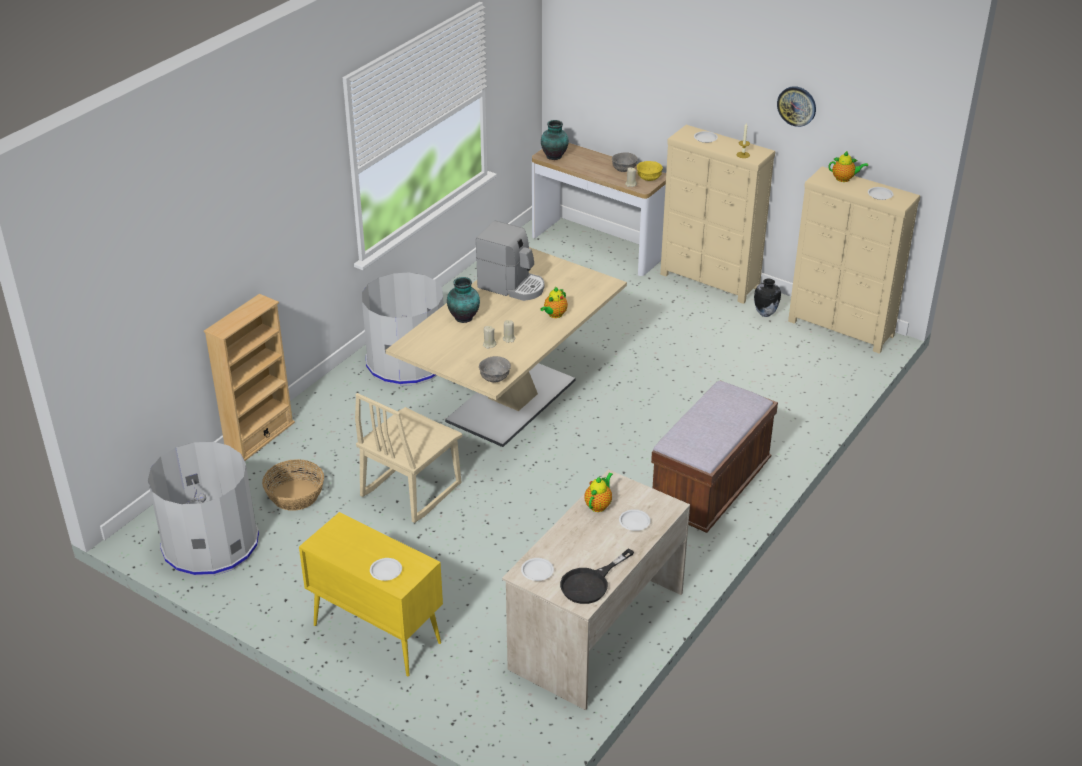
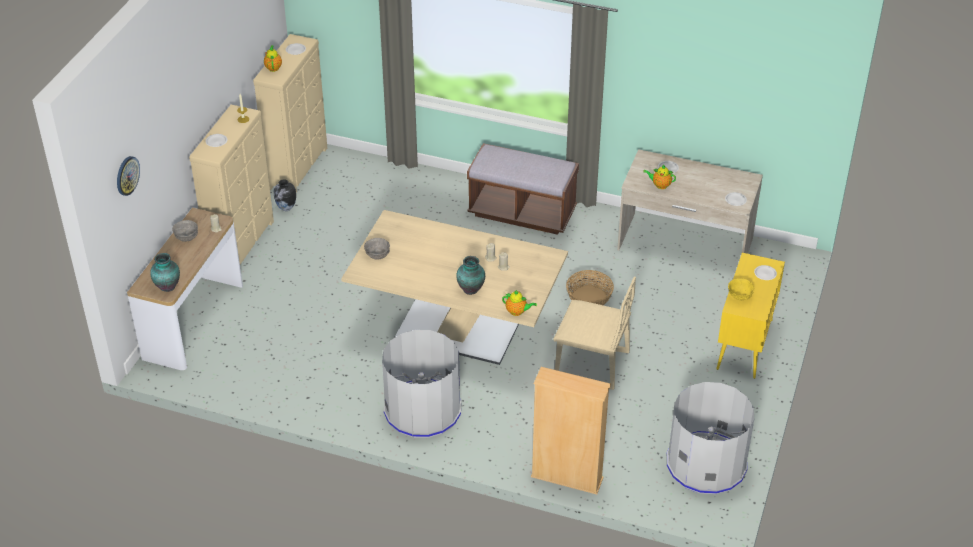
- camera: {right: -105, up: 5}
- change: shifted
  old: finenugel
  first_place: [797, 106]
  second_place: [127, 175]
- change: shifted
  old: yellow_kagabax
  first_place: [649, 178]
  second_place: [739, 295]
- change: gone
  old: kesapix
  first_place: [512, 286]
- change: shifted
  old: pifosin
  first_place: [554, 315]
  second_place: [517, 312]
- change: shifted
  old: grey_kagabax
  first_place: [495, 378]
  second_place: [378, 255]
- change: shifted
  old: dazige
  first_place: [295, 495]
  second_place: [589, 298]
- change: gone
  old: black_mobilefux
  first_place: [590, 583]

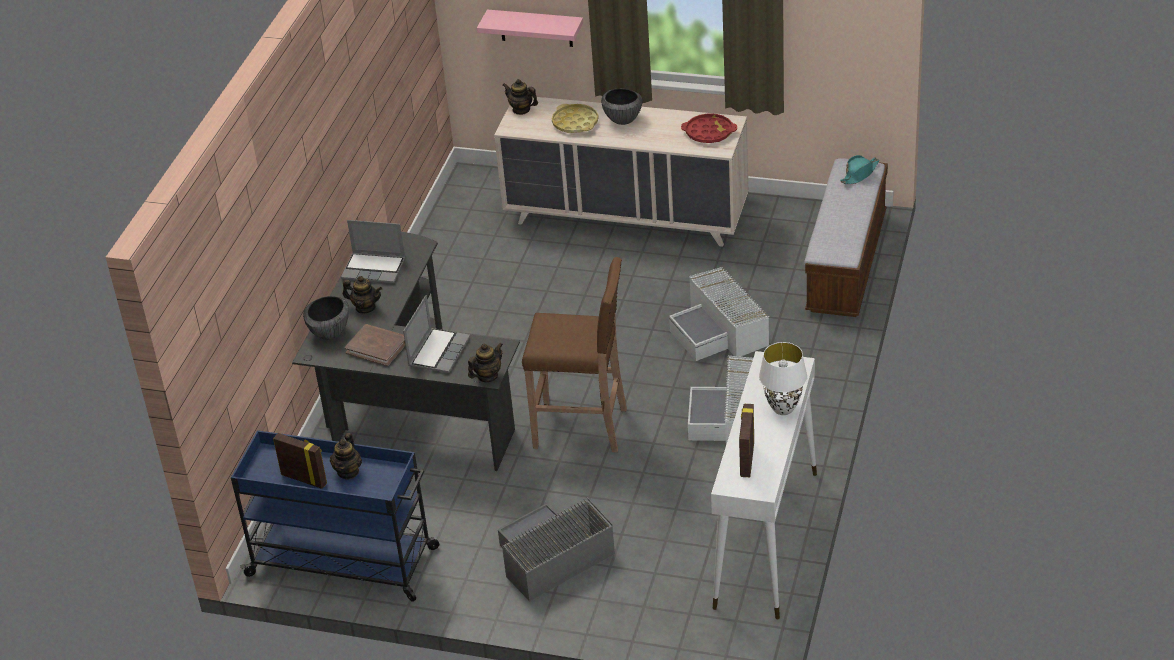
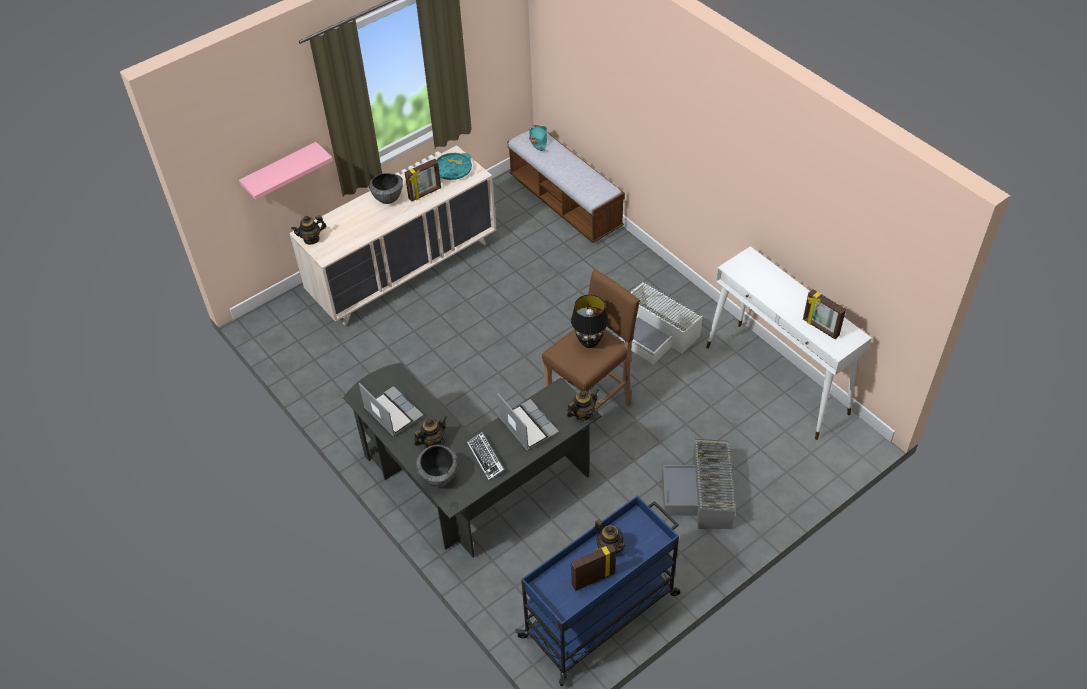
- camera: {right: -55, up: 10}
- change: gone
  old: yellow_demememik
  first_place: [575, 123]
- change: repainted
  old: red_demememik
  new: turquoise_demememik
  first_place: [709, 132]
  second_place: [452, 169]
- change: rotated
  old: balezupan
  first_place: [375, 268]
  second_place: [392, 412]
  degrees: -90
- change: gone
  old: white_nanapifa
  first_place: [720, 331]
- change: swapped
  old: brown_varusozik
  new: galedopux
  first_place: [377, 347]
  second_place: [486, 458]
- change: gone
  old: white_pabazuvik
  first_place: [783, 409]
- change: rotated
  old: pifosin
  first_place: [487, 376]
  second_place: [582, 413]
  degrees: 60
- change: new
  new: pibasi
  second_place: [425, 193]
- change: new
  new: black_pabazuvik
  second_place: [589, 342]

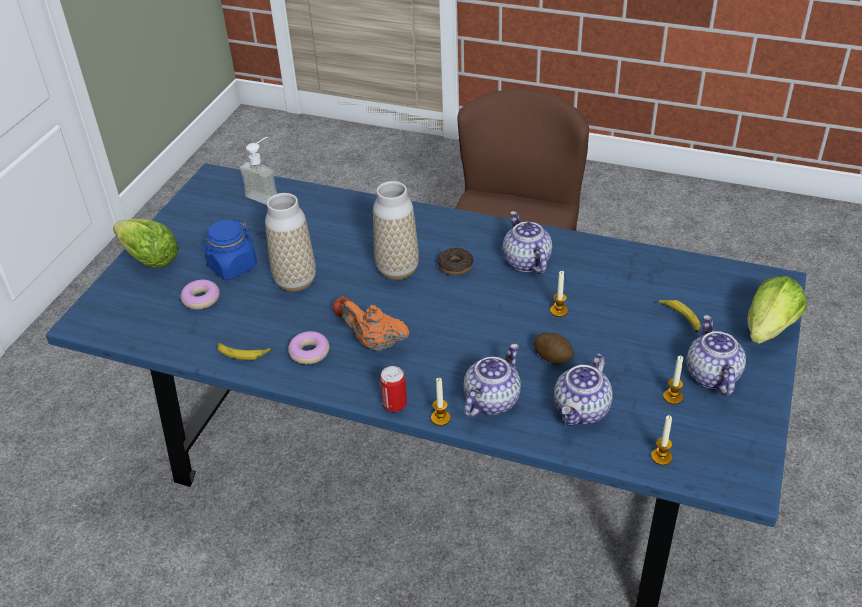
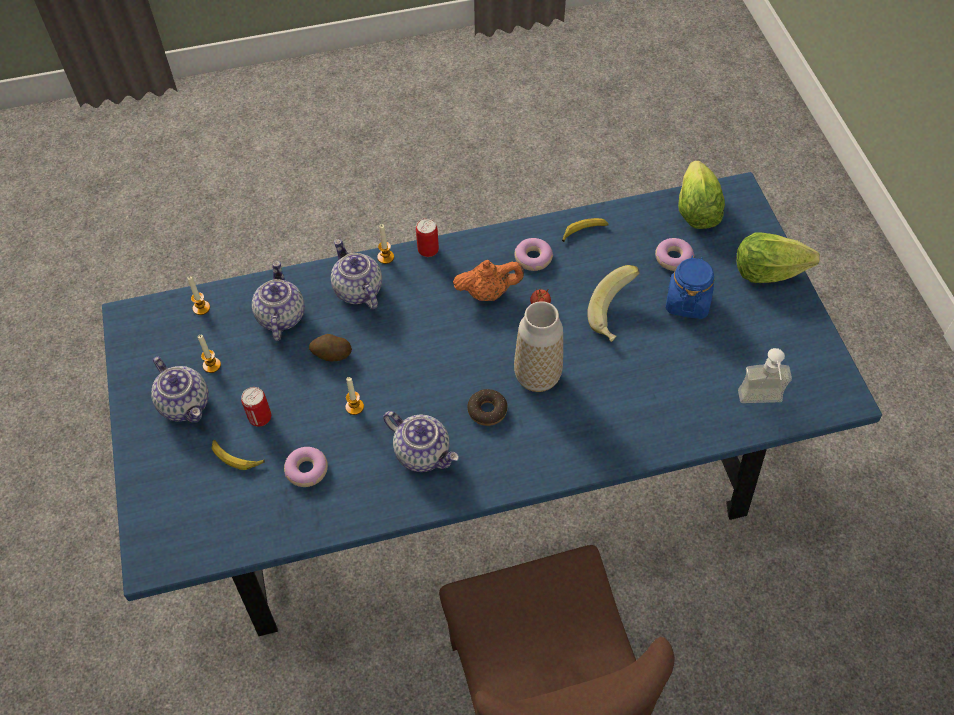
- camera: {right: 145, up: 15}
- change: swapped
  old: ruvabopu
  new: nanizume
  first_place: [295, 281]
  second_place: [615, 316]
- change: shifted
  old: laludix
  first_place: [770, 328]
  second_place: [696, 211]
- change: rotated
  old: pifosin
  first_place: [491, 400]
  second_place: [357, 290]
  degrees: 150
- change: new
  new: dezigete
  second_place: [260, 418]
- change: new
  new: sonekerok
  second_place: [307, 470]

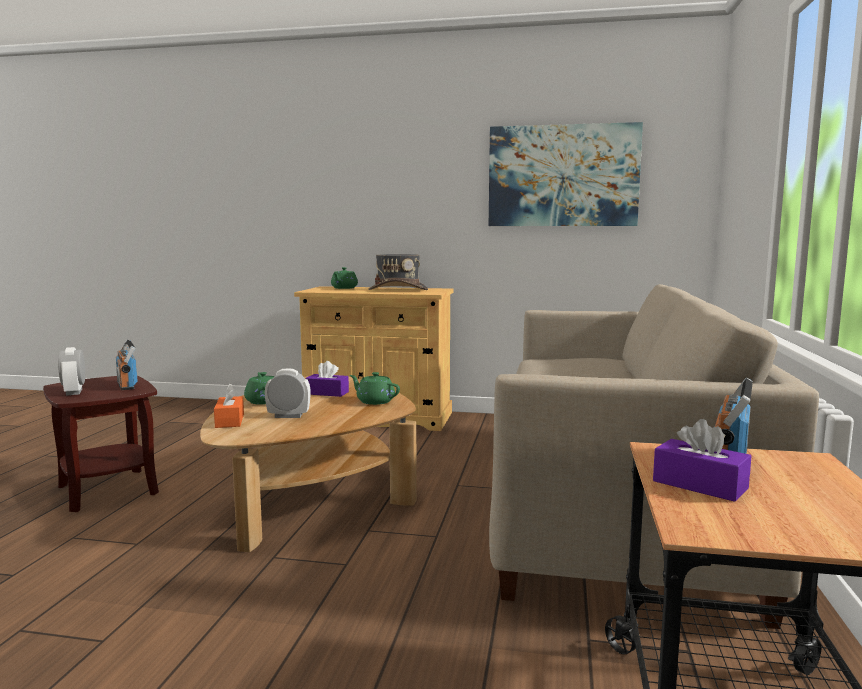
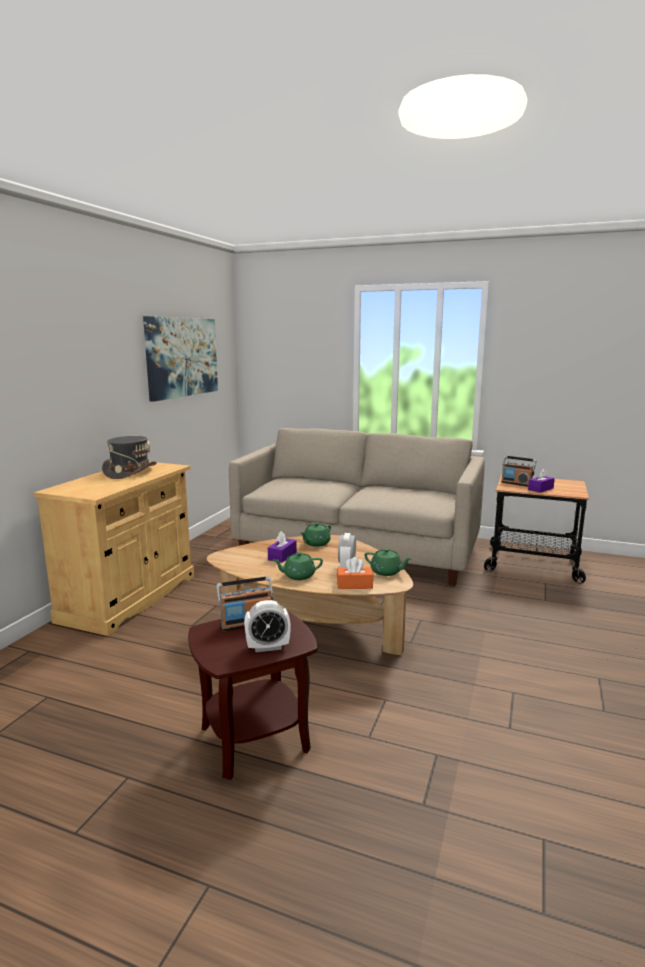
- camera: {right: -80, up: 5}
- change: shifted
  old: green_pifosin
  first_place: [344, 288]
  second_place: [386, 572]

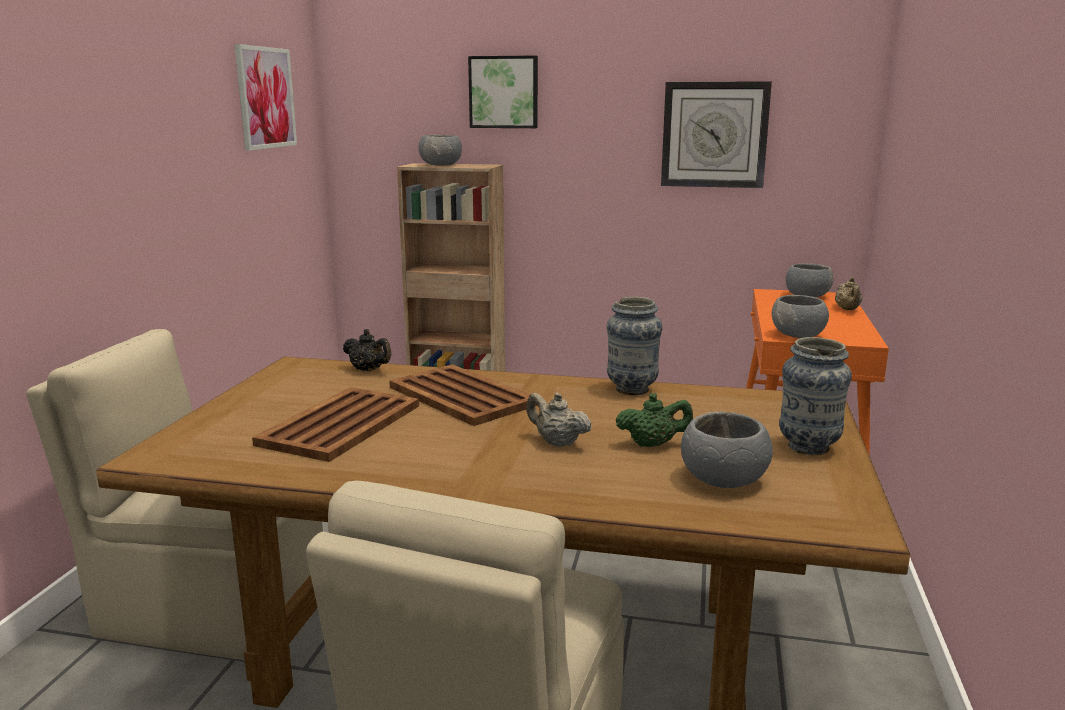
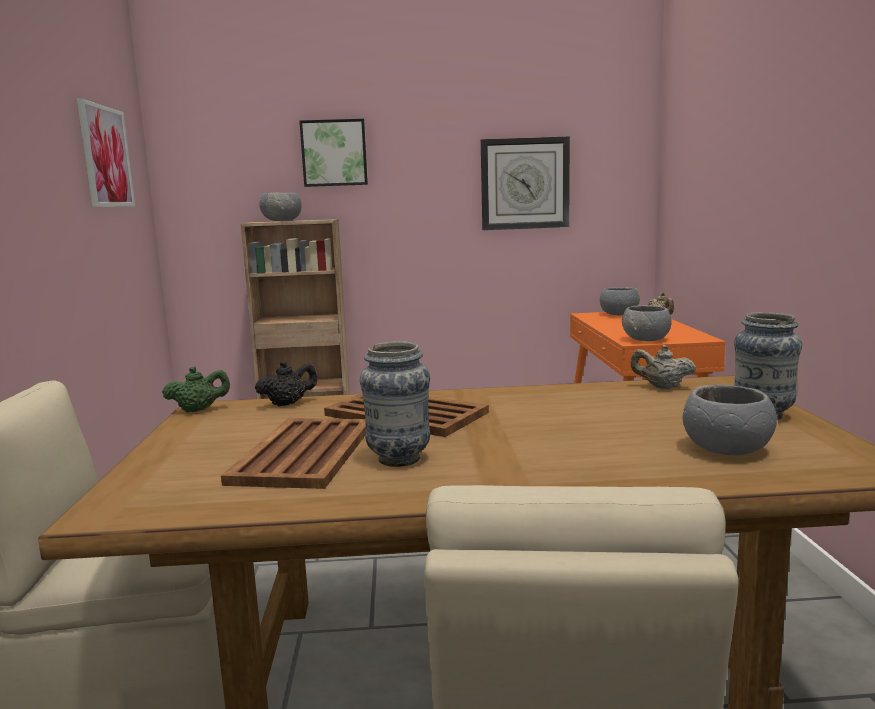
- camera: {right: -15, up: -5}
- change: shifted
  old: ruvabopu
  first_place: [631, 389]
  second_place: [398, 459]
- change: rotated
  old: black_pifosin
  first_place: [369, 370]
  second_place: [288, 404]
  degrees: -45
- change: shifted
  old: beige_pifosin
  first_place: [557, 442]
  second_place: [661, 387]
- change: shifted
  old: green_pifosin
  first_place: [653, 444]
  second_place: [199, 410]

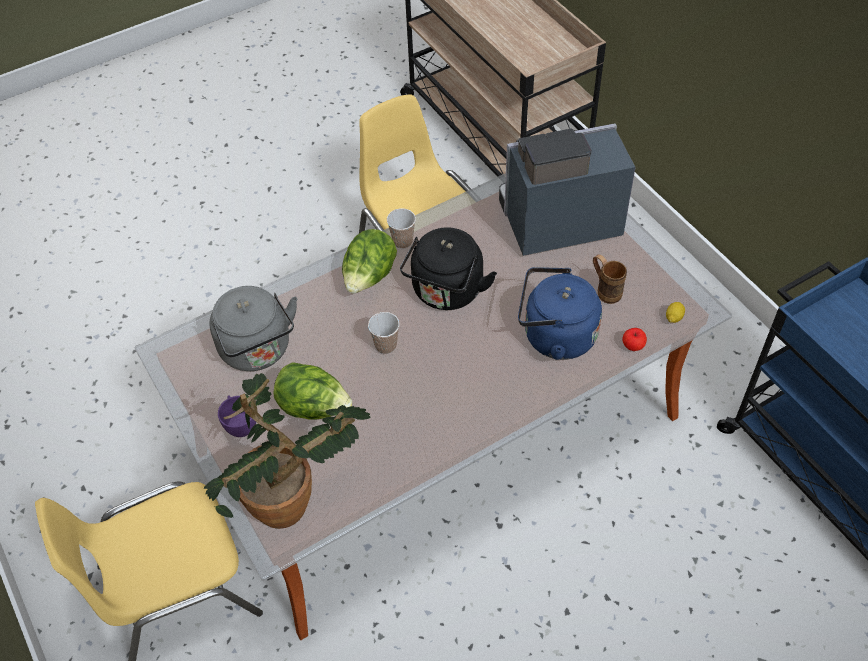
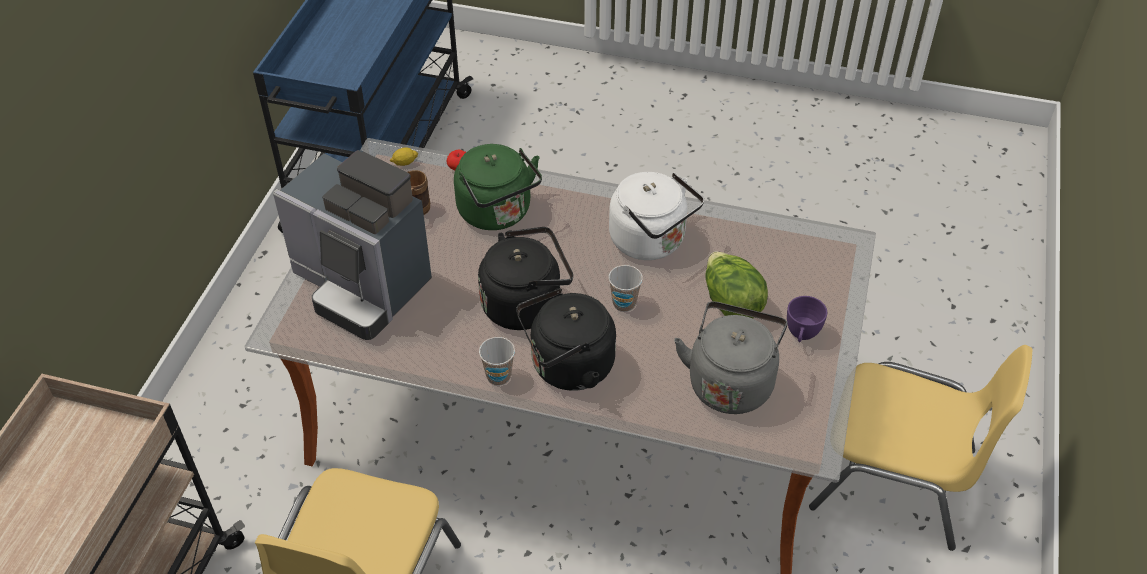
- camera: {right: -135, up: -5}
- change: swapped
  old: laludix
  new: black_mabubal
  first_place: [369, 278]
  second_place: [567, 367]
- change: repainted
  old: blue_mabubal
  new: green_mabubal
  first_place: [554, 336]
  second_place: [498, 213]
- change: gone
  old: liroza
  first_place: [295, 503]
- change: new
  new: white_mabubal
  second_place: [651, 242]

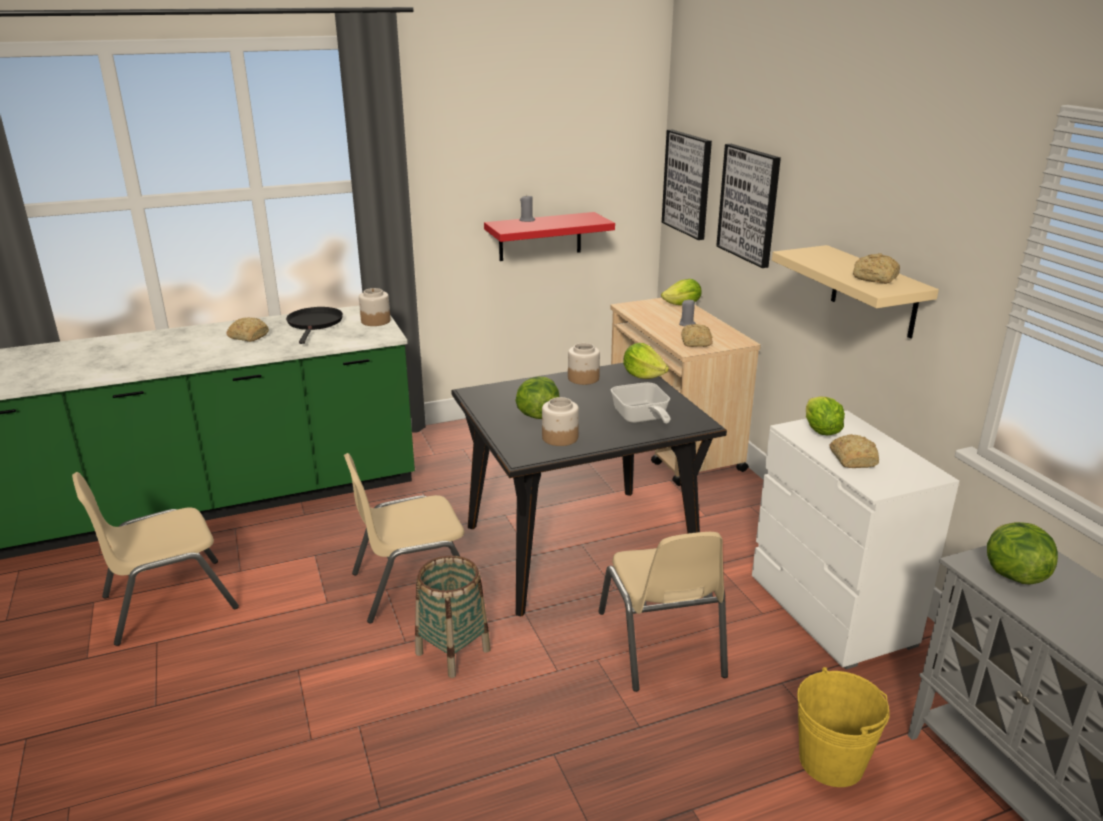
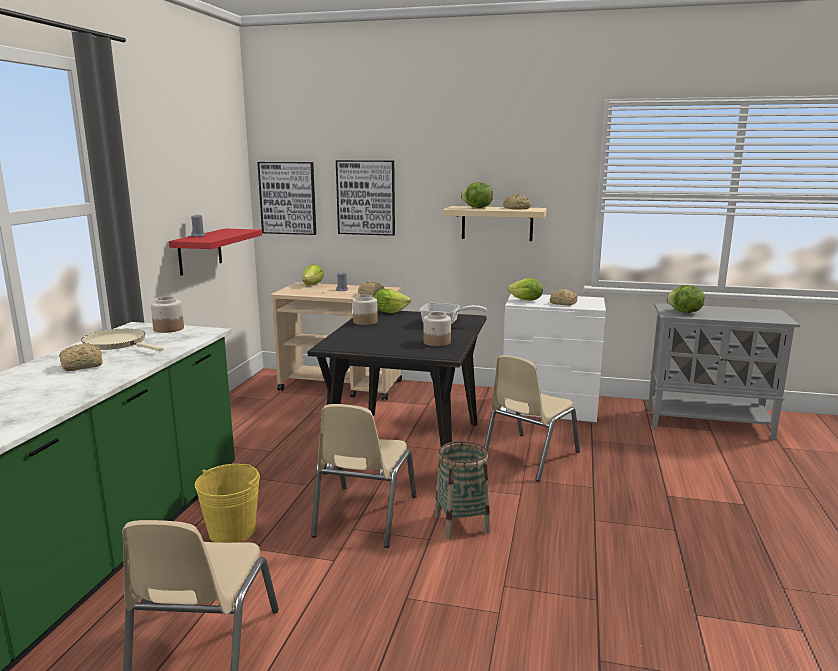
- camera: {right: -55, up: -10}
- change: repainted
  old: black_mobilefux
  new: beige_mobilefux
  first_place: [315, 324]
  second_place: [118, 344]
- change: shifted
  old: laludix
  first_place: [537, 415]
  second_place: [477, 208]
- change: rotated
  old: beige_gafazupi
  first_place: [661, 644]
  second_place: [529, 457]
  degrees: 105
- change: shifted
  old: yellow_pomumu
  first_place: [831, 761]
  second_place: [232, 531]

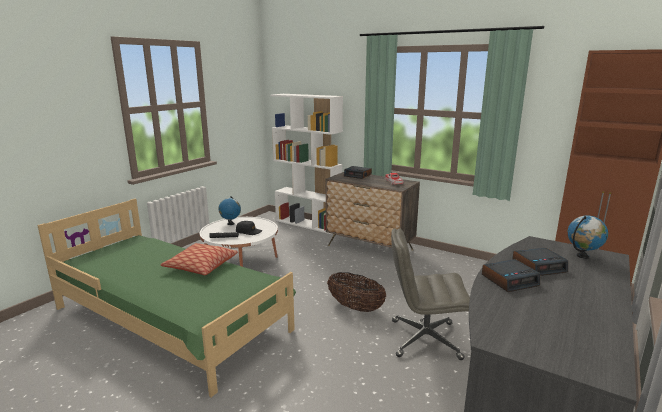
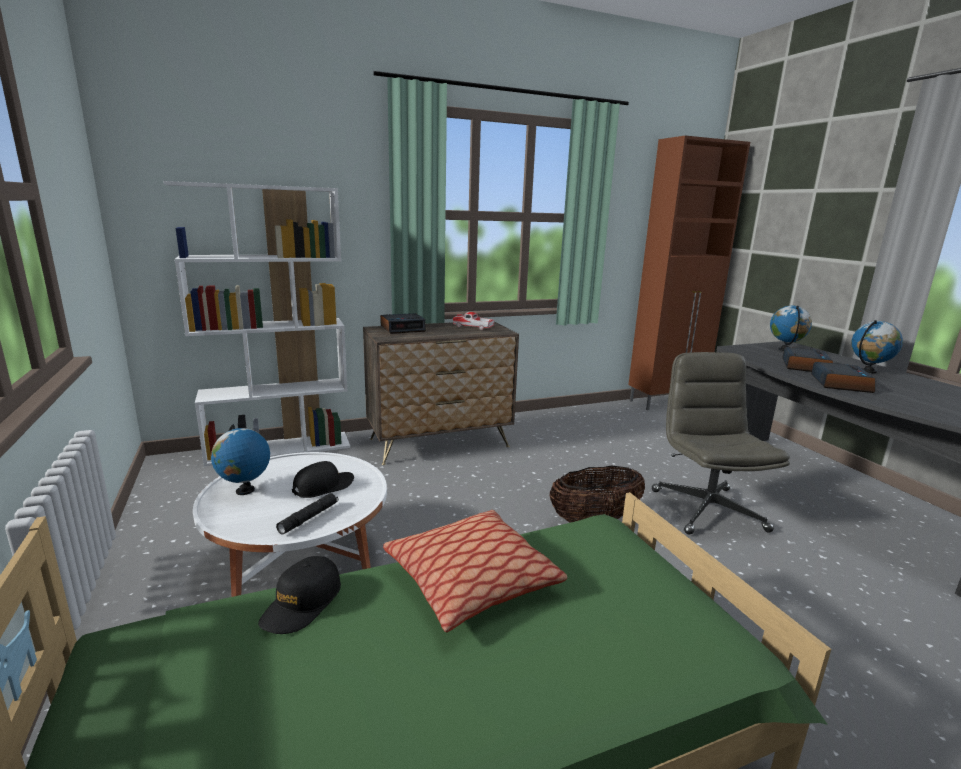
- camera: {right: -55, up: 0}
- change: rotated
  old: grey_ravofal
  first_place: [424, 339]
  second_place: [706, 509]
  degrees: 135
- change: new
  new: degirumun
  second_place: [868, 371]
- change: new
  new: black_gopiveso
  second_place: [302, 604]

